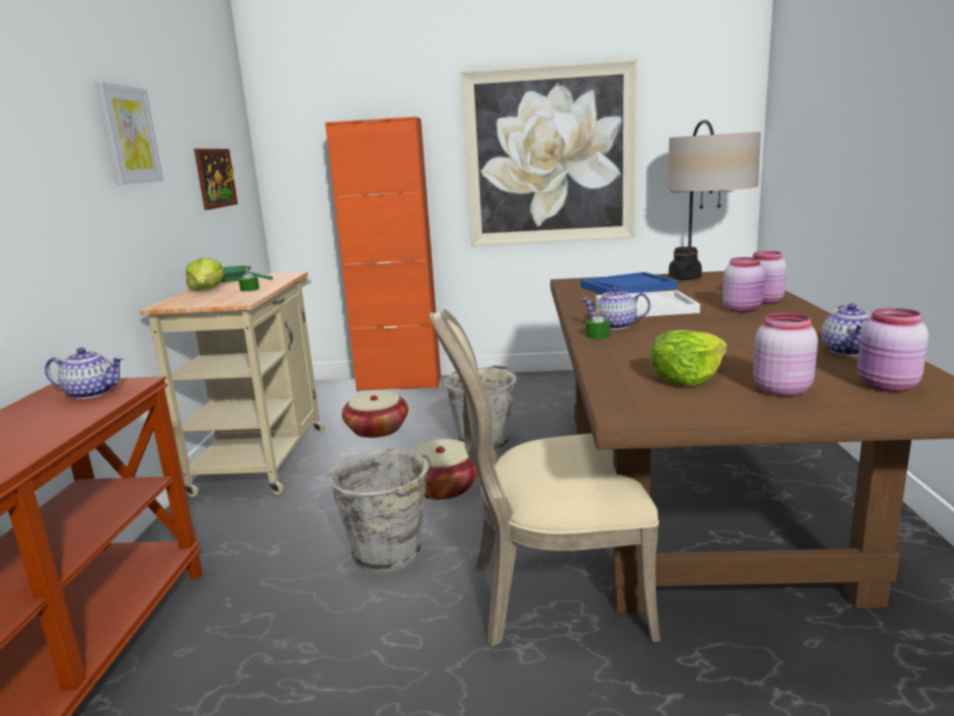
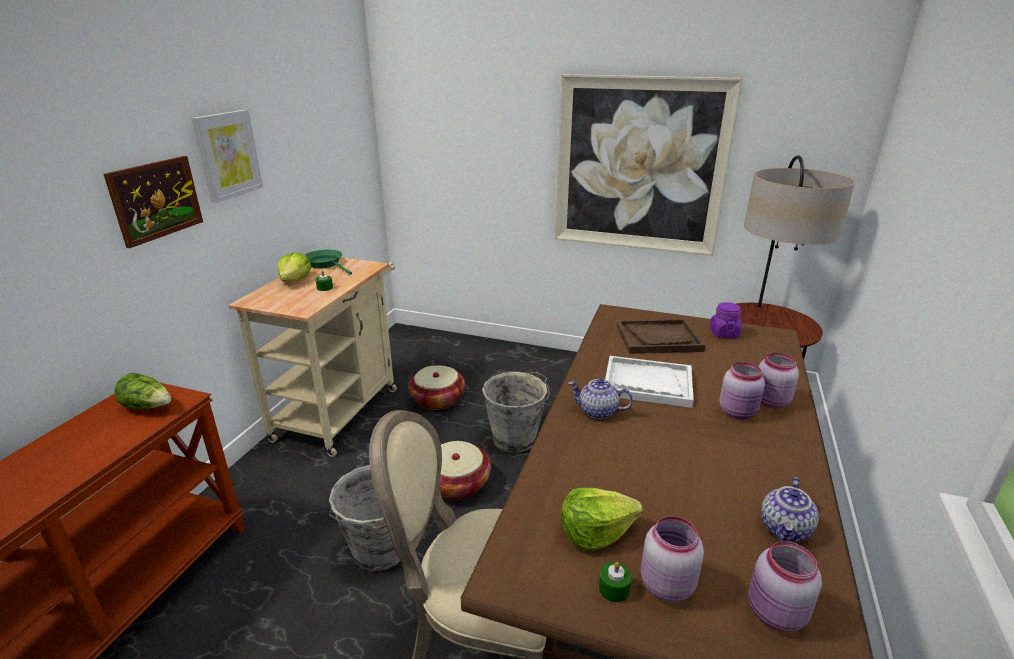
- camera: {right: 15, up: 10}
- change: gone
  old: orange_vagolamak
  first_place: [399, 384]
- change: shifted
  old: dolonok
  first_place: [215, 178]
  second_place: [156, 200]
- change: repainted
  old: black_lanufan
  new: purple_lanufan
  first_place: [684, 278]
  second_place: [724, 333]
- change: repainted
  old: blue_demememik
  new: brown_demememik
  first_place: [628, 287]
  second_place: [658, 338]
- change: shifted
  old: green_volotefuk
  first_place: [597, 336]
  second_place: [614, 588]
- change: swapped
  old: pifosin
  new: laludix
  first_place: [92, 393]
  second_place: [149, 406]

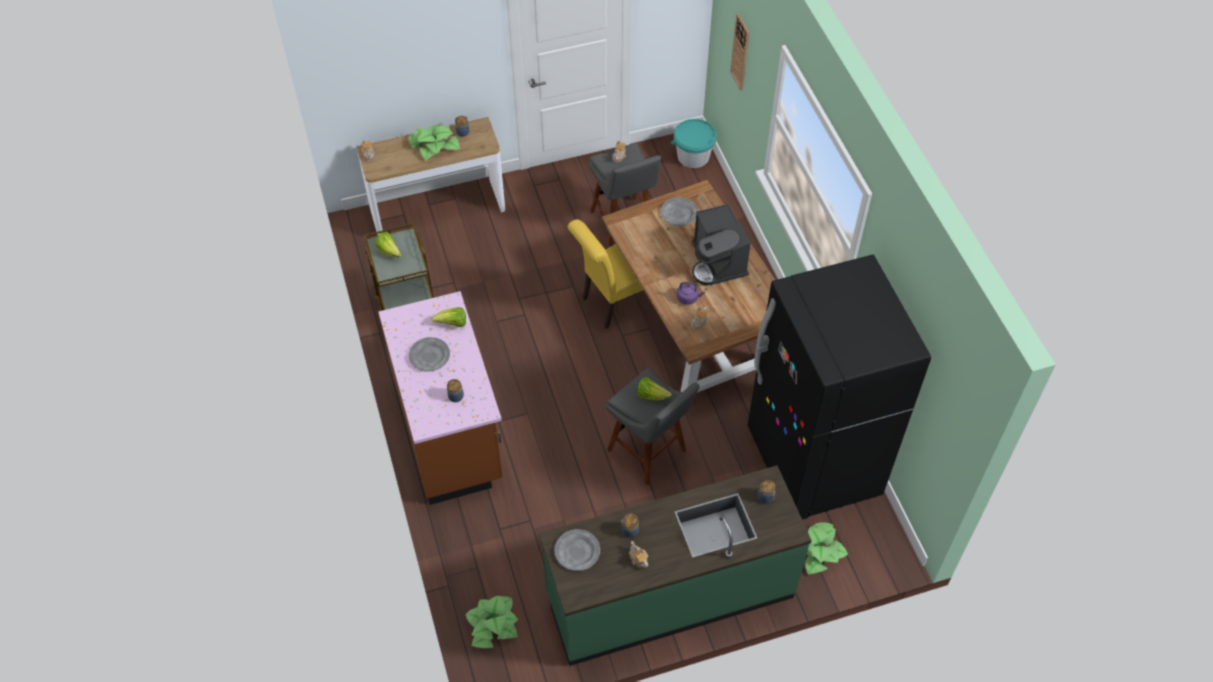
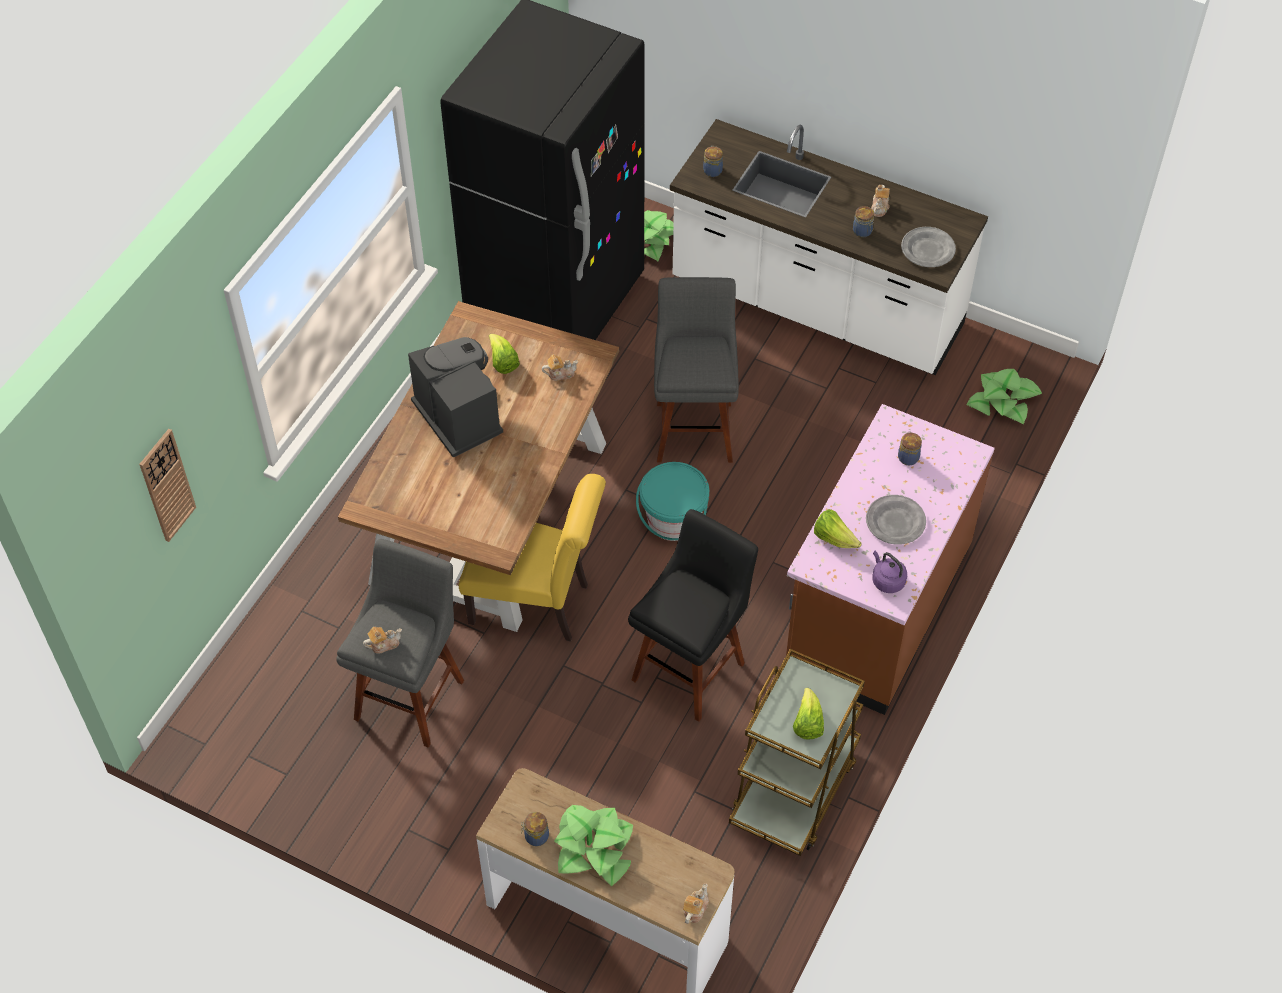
- camera: {right: -135, up: 0}
- change: shifted
  old: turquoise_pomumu
  first_place: [693, 156]
  second_place: [673, 519]
- change: gone
  old: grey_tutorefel
  first_place: [679, 213]
- change: rotated
  old: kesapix
  first_place: [717, 262]
  second_place: [459, 416]
  degrees: -60
- change: shifted
  old: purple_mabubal
  first_place: [688, 298]
  second_place: [887, 580]
- change: shifted
  old: laludix
  first_place: [651, 395]
  second_place: [503, 362]
- change: repainted
  old: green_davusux
  new: white_davusux
  first_place: [669, 595]
  second_place: [816, 306]
- change: new
  new: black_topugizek
  second_place: [692, 667]

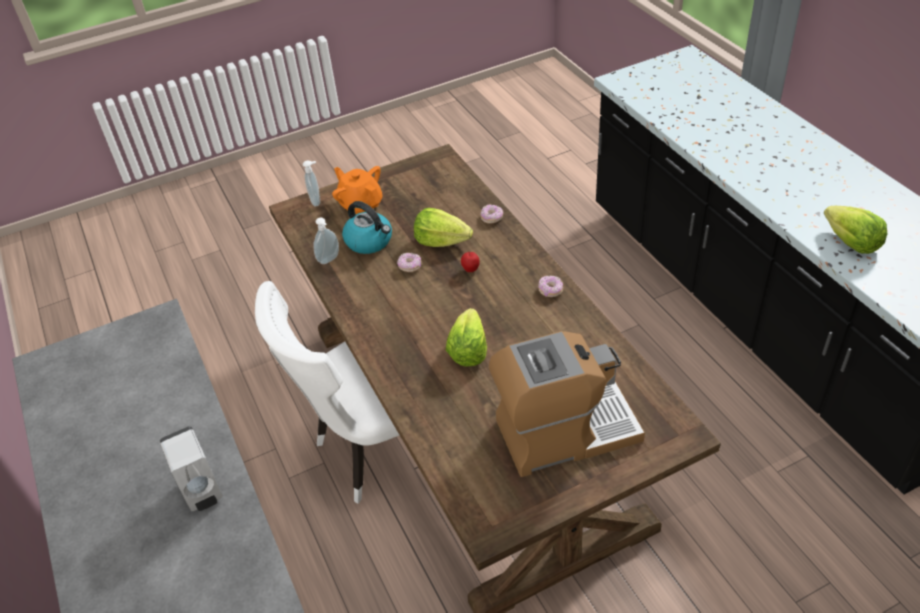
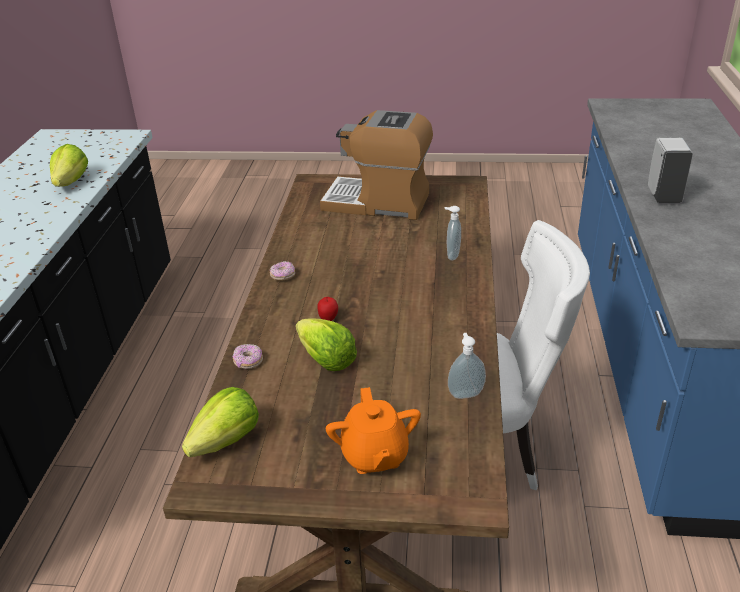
- camera: {right: -150, up: -10}
- change: shifted
  old: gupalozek
  first_place: [317, 201]
  second_place: [451, 255]
- change: gone
  old: mabubal
  first_place: [370, 241]
- change: gone
  old: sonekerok
  first_place: [410, 266]
- change: shifted
  old: laludix
  first_place: [468, 350]
  second_place: [226, 441]

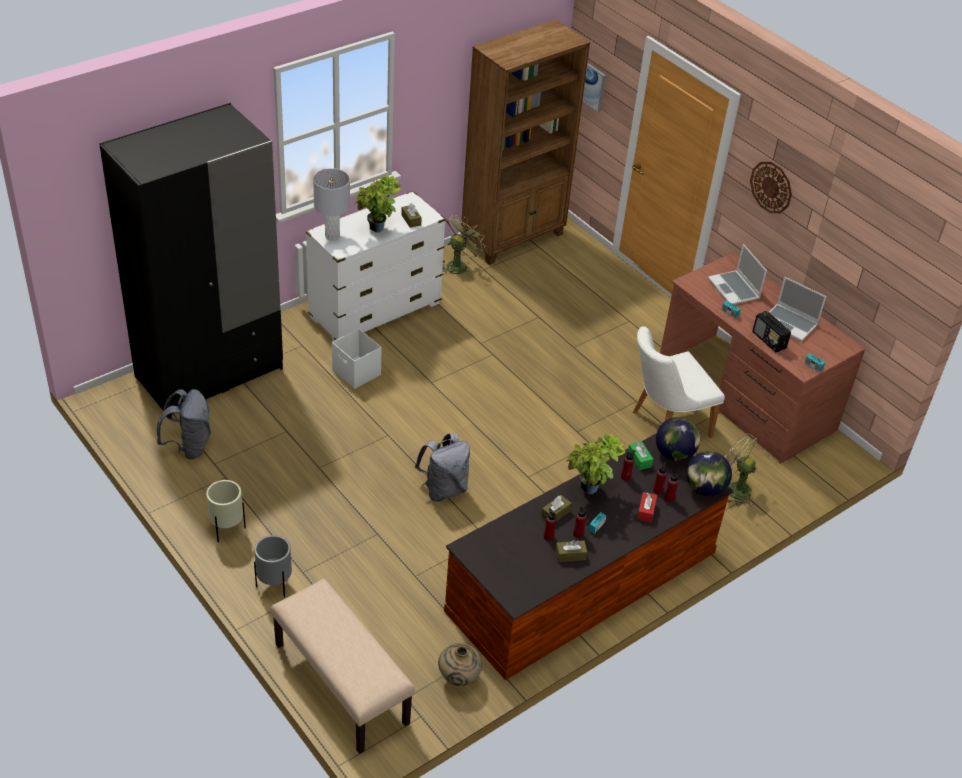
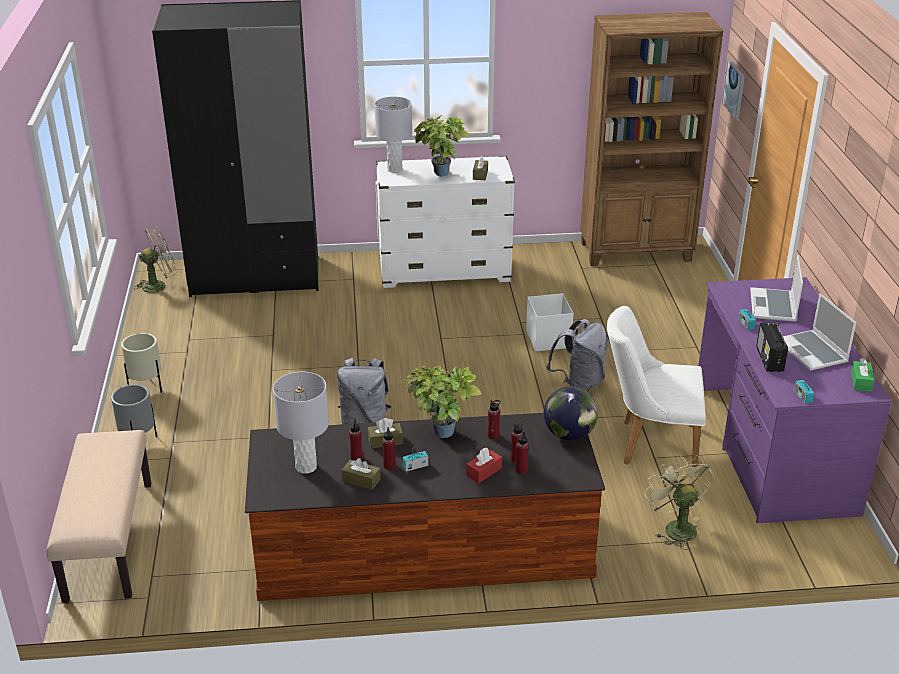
- camera: {right: 35, up: -10}
- change: gone
  old: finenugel
  first_place: [771, 187]
- change: shifted
  old: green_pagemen
  first_place: [458, 265]
  second_place: [159, 285]
- change: repainted
  old: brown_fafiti
  new: purple_fafiti
  first_place: [745, 396]
  second_place: [772, 449]
- change: shifted
  old: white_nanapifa
  first_place: [356, 373]
  second_place: [548, 340]
- change: shifted
  old: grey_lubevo
  first_place: [189, 446]
  second_place: [579, 385]
- change: shifted
  old: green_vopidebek
  first_place: [639, 459]
  second_place: [861, 382]
- change: gone
  old: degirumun
  first_place: [704, 489]
- change: gone
  old: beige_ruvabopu
  first_place: [458, 678]
- change: new
  new: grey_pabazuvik
  second_place: [306, 467]

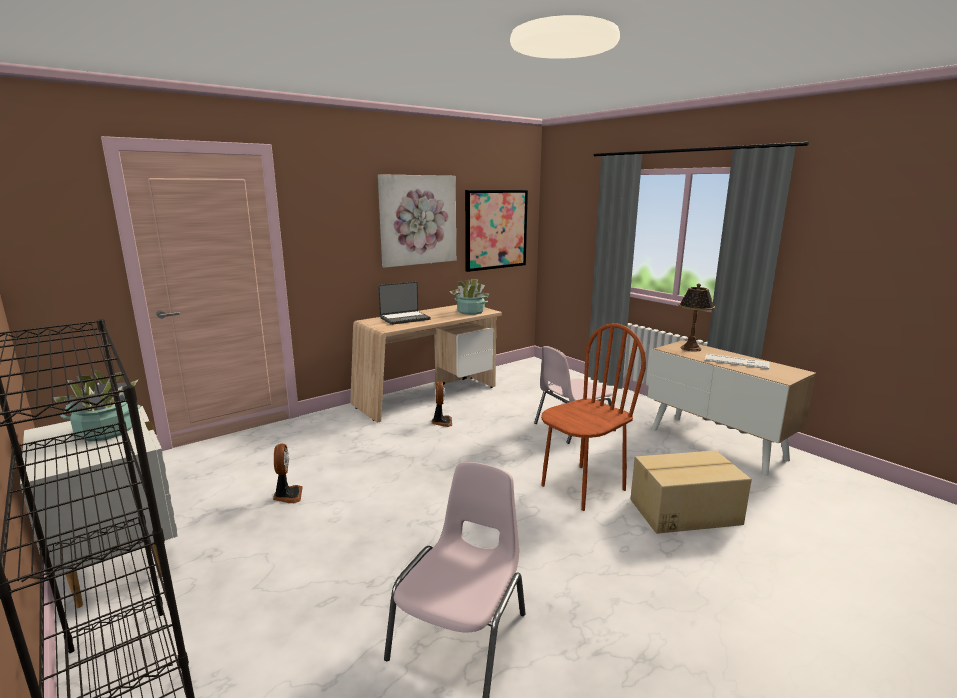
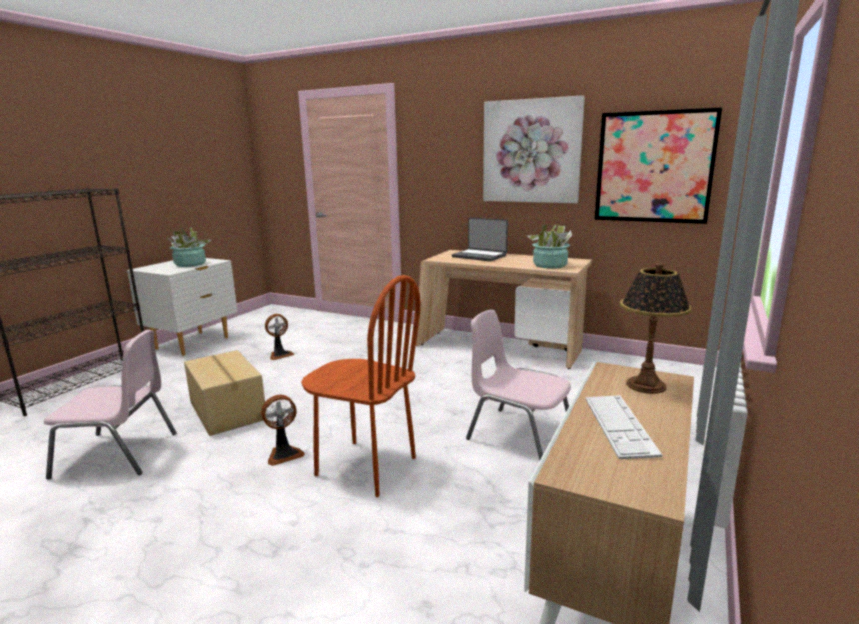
- camera: {right: 65, up: 0}
- change: shifted
  old: pagemen
  first_place: [441, 422]
  second_place: [284, 454]
- change: shifted
  old: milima
  first_place: [683, 511]
  second_place: [228, 410]

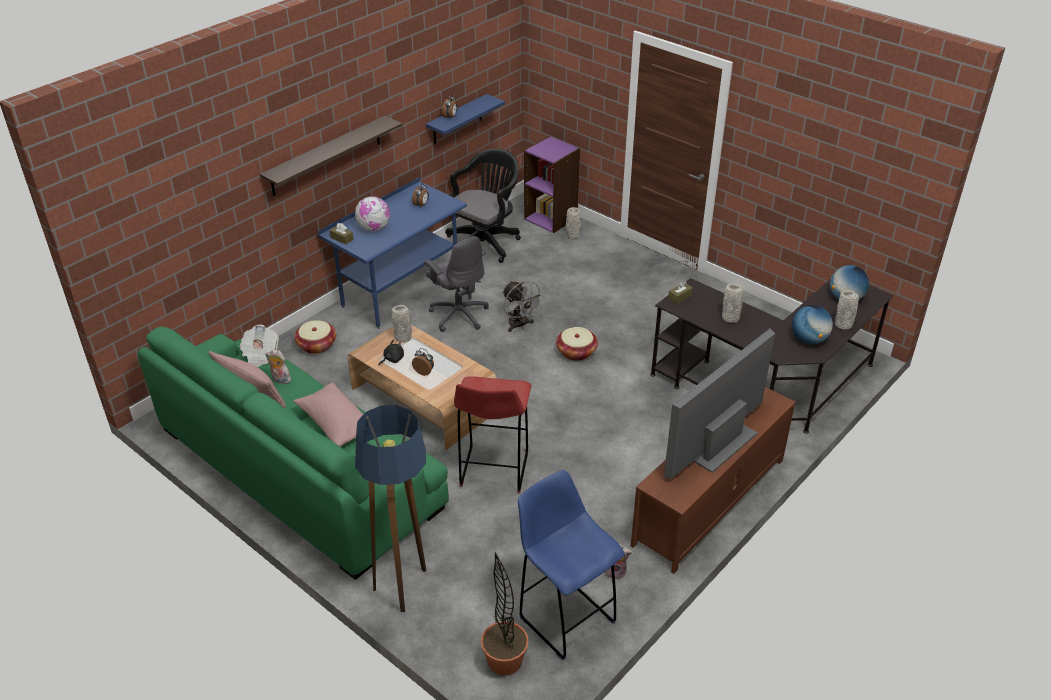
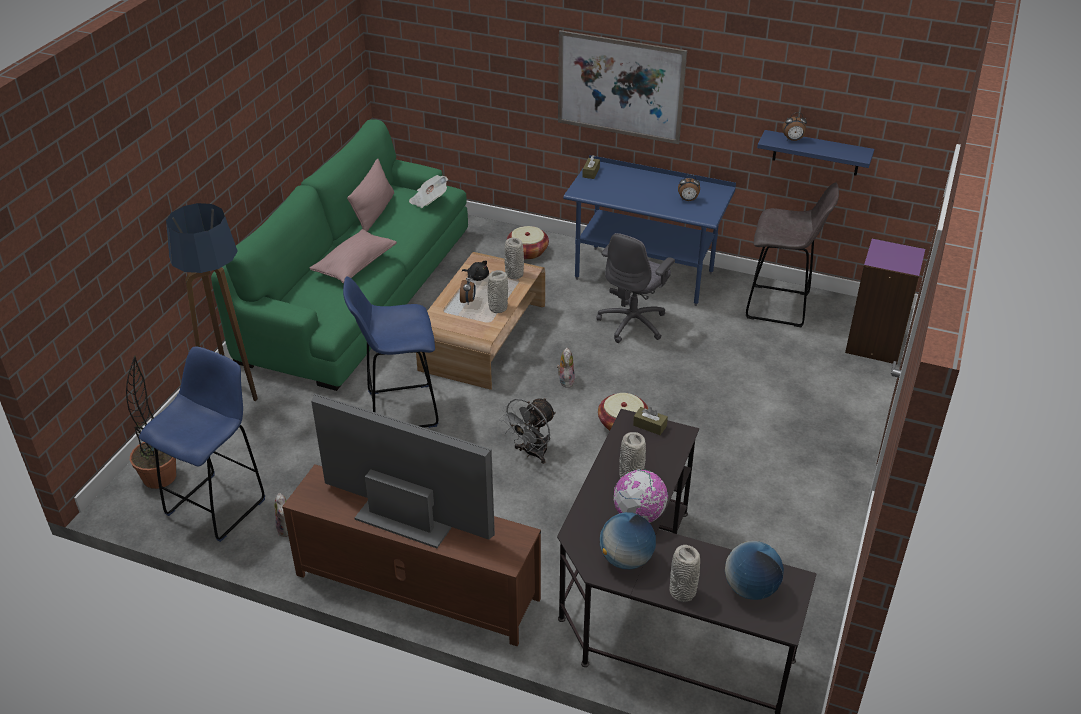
- camera: {right: 70, up: 0}
- change: swapped
  old: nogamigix
  new: dolonok
  first_place: [326, 156]
  second_place: [620, 87]
- change: swapped
  old: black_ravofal
  new: grey_topugizek
  first_place: [485, 242]
  second_place: [780, 306]
- change: shifted
  old: degirumun
  first_place: [374, 228]
  second_place: [639, 515]
- change: shifted
  old: grey_ruvabopu
  first_place: [572, 236]
  second_place: [497, 308]
- change: shifted
  old: grey_pagemen
  first_place: [520, 325]
  second_place: [531, 453]
- change: shifted
  old: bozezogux
  first_place: [280, 380]
  second_place: [565, 380]
- change: repainted
  old: red_topugizek
  new: blue_topugizek
  first_place: [493, 471]
  second_place: [399, 409]

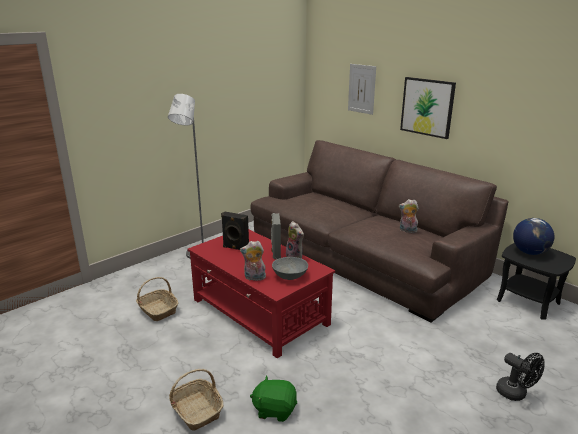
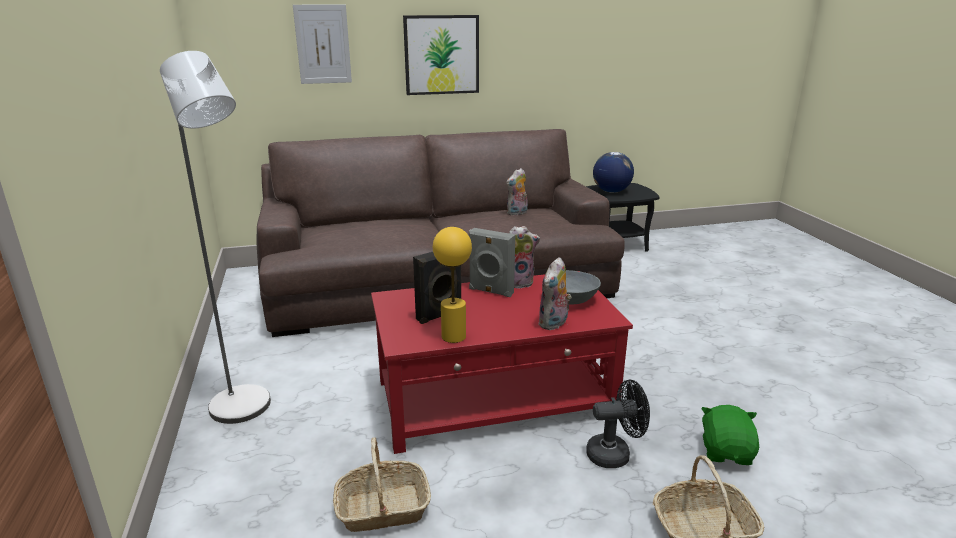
- camera: {right: -60, up: 0}
- change: shifted
  old: black_pagemen
  first_place: [515, 394]
  second_place: [615, 454]
- change: rotated
  old: green_bozezogux
  first_place: [274, 409]
  second_place: [726, 452]
  degrees: 150
- change: new
  new: yellow_pabazuvik
  second_place: [454, 336]

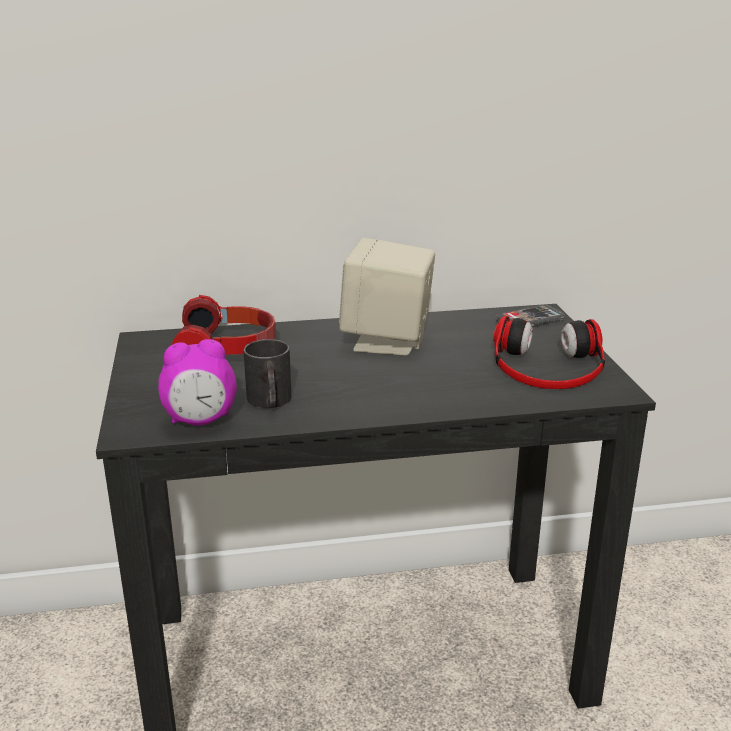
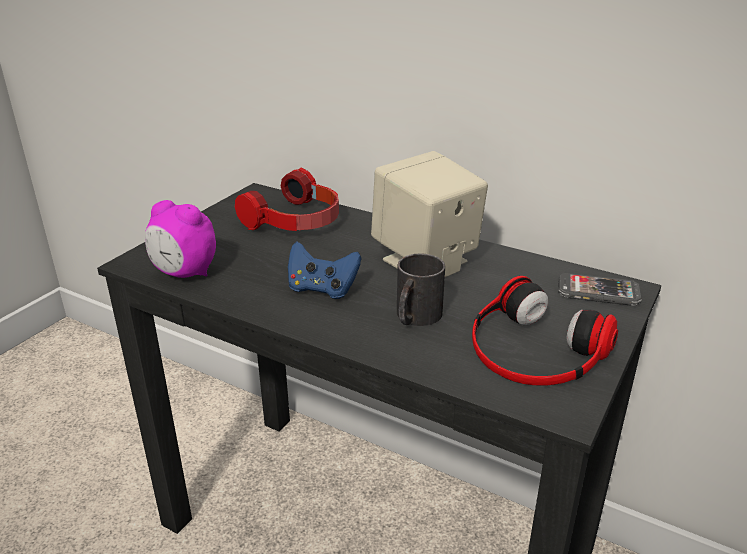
- camera: {right: 40, up: 5}
- change: shifted
  old: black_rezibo
  first_place: [270, 402]
  second_place: [415, 318]
- change: new
  new: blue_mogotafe
  second_place: [322, 289]

